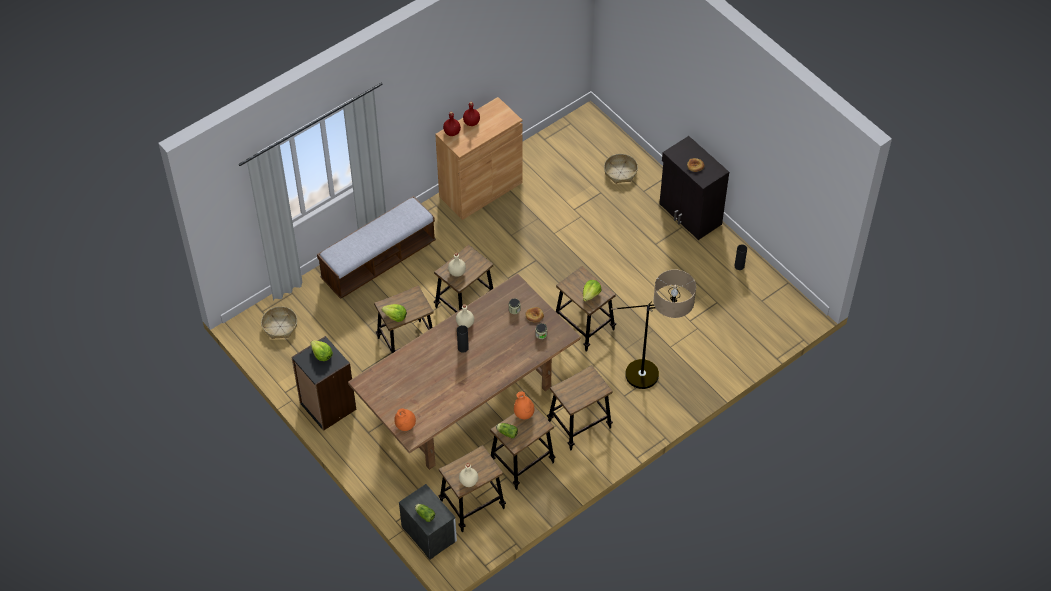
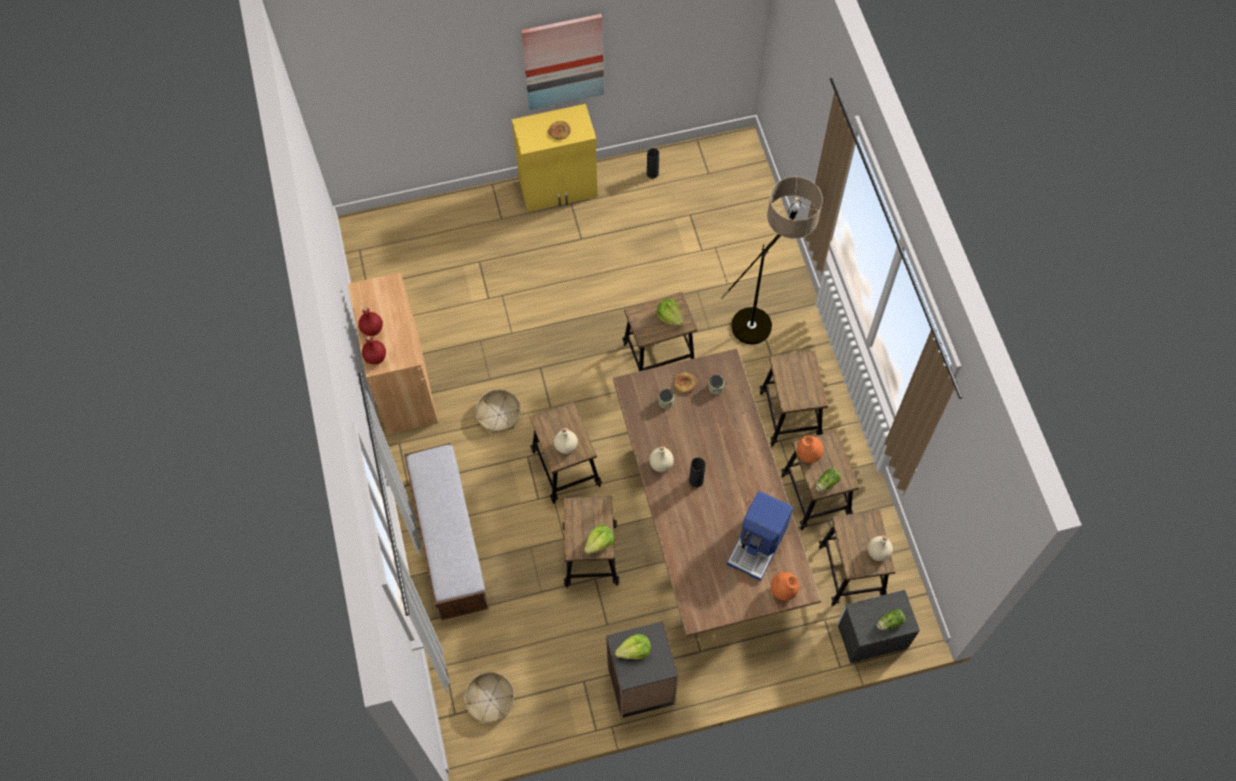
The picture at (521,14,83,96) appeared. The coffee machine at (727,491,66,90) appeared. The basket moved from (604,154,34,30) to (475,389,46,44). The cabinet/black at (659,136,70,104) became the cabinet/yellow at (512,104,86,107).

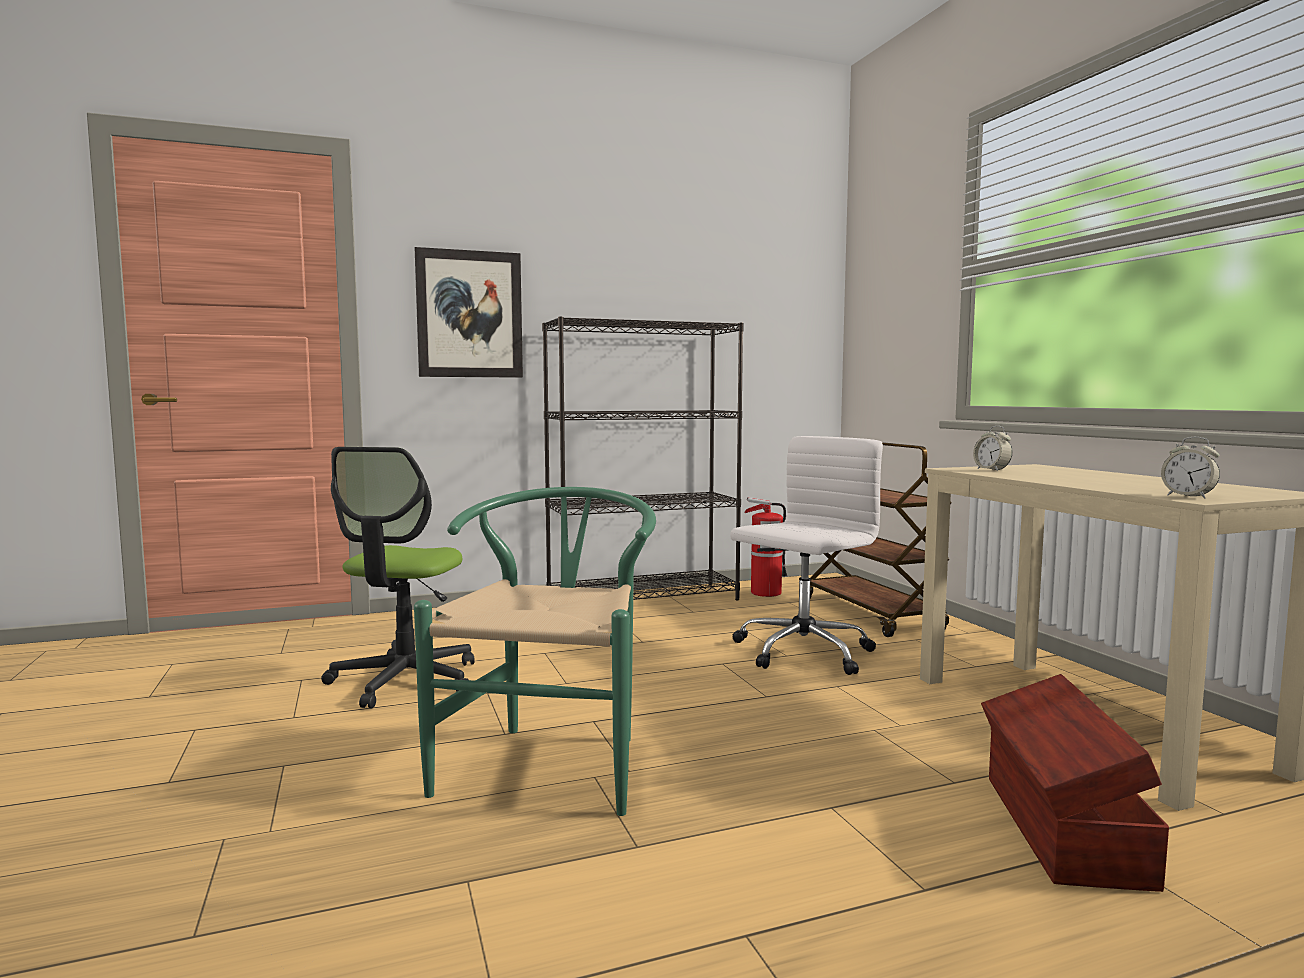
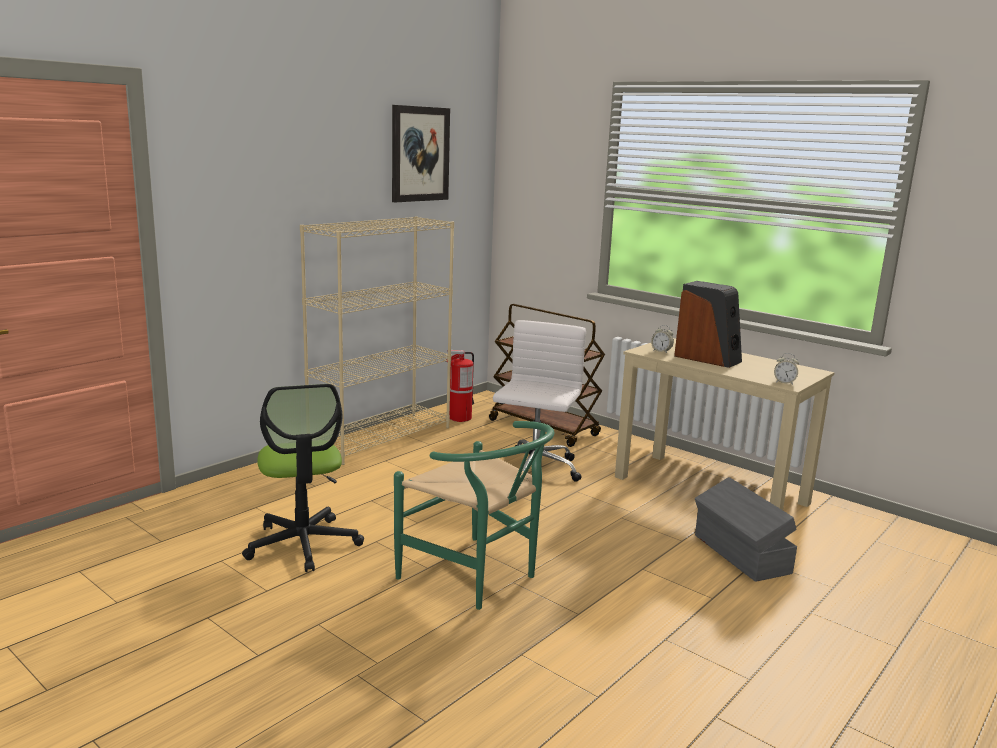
The speaker at (674,281,68,87) appeared. The picture moved from (415,247,108,131) to (392,105,58,97). The bookcase/black at (542,316,202,284) became the bookcase/beige at (300,216,154,249). The storage box/brown at (981,674,188,218) became the storage box/grey at (695,477,102,105). The chair/green at (414,487,242,329) turned 150 degrees clockwise.

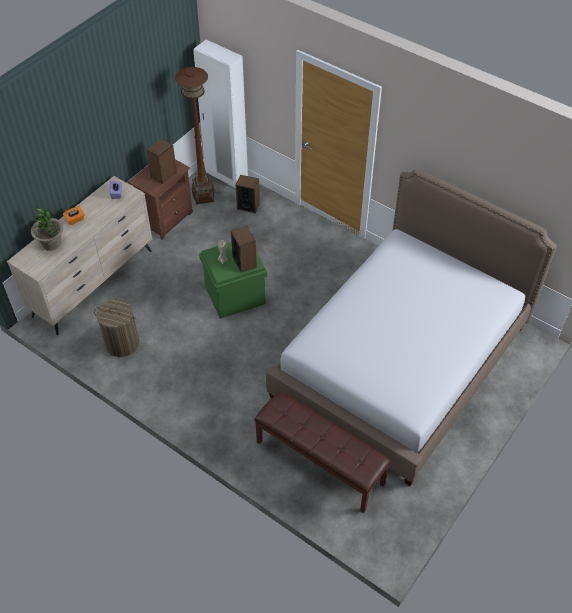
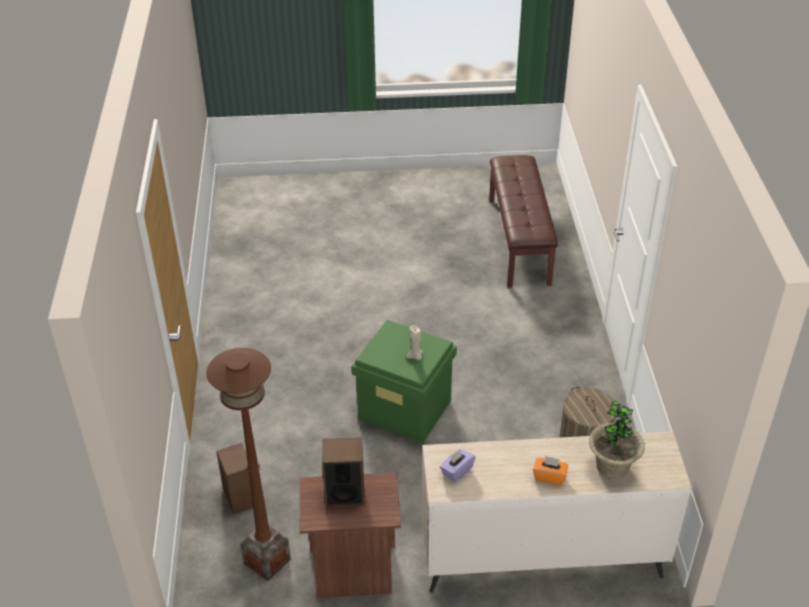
The wardrobe/white at (193,40,55,148) disappeared. The speaker at (231,226,26,46) disappeared. The bed at (266,168,291,318) disappeared.

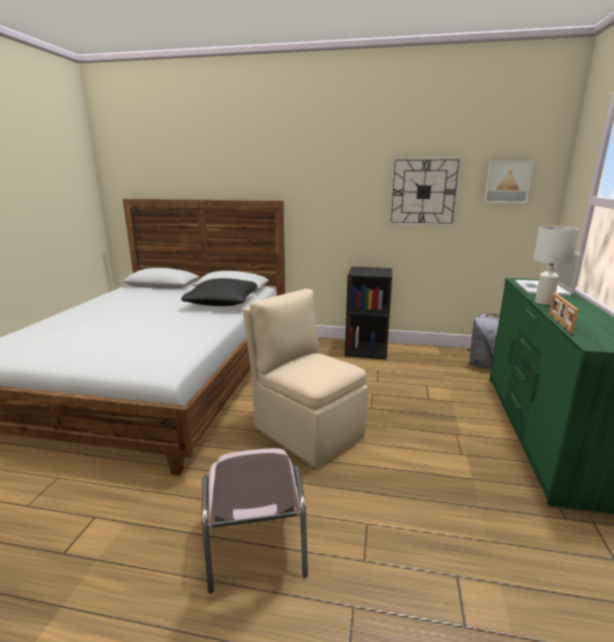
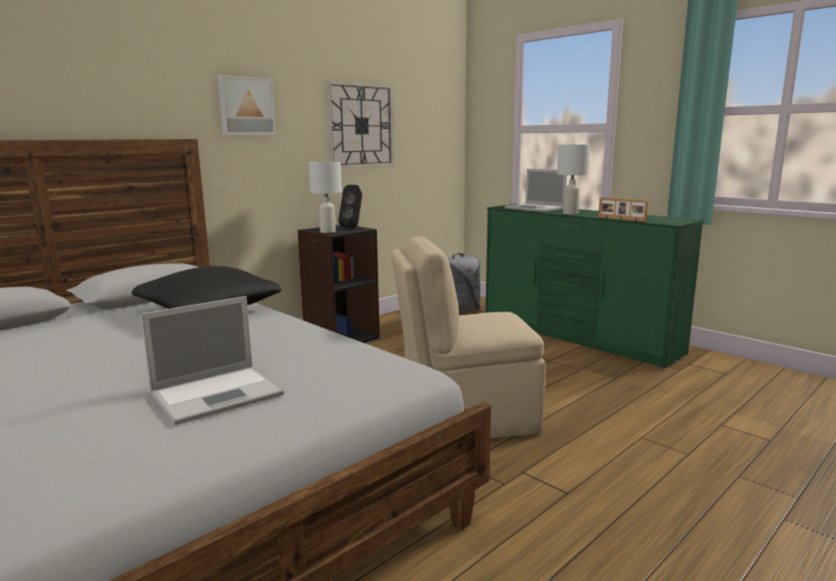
The chair/pink at (202,448,106,145) disappeared. The laptop at (140,296,144,129) appeared. The table lamp/white at (309,162,33,71) appeared. The speaker/black at (338,185,24,43) appeared. The picture moved from (484,161,50,42) to (217,75,59,60).

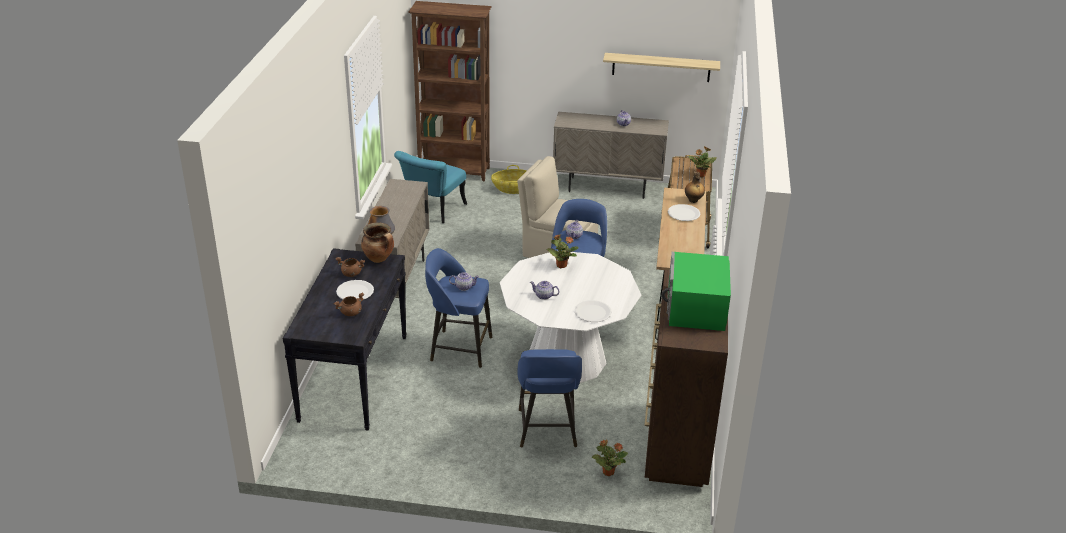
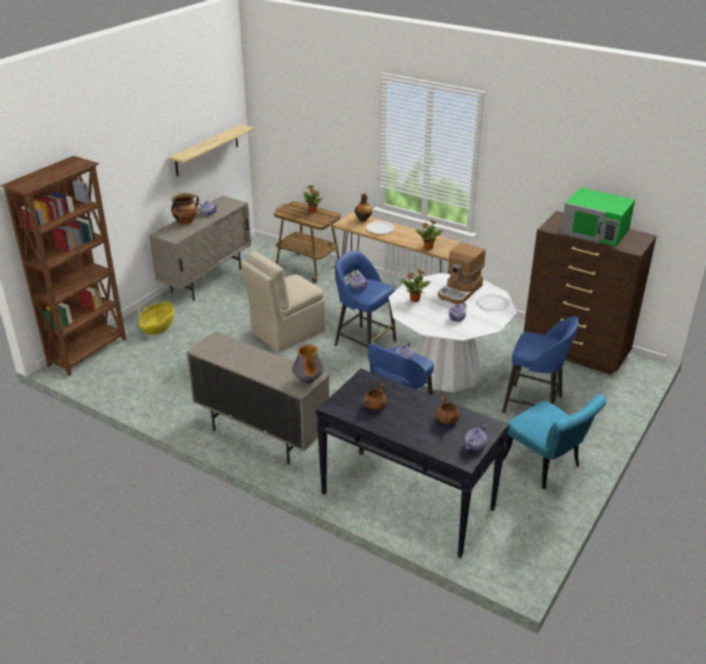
The plate/white at (336,280,38,20) disappeared. The coffee machine at (438,242,48,62) appeared. The teapot at (465,425,22,25) appeared. The cooking pot moved from (361,223,33,40) to (171,193,28,32). The chair/turquoise moved from (394,151,73,72) to (503,394,103,95). The potted plant moved from (592,440,36,36) to (415,219,28,31).

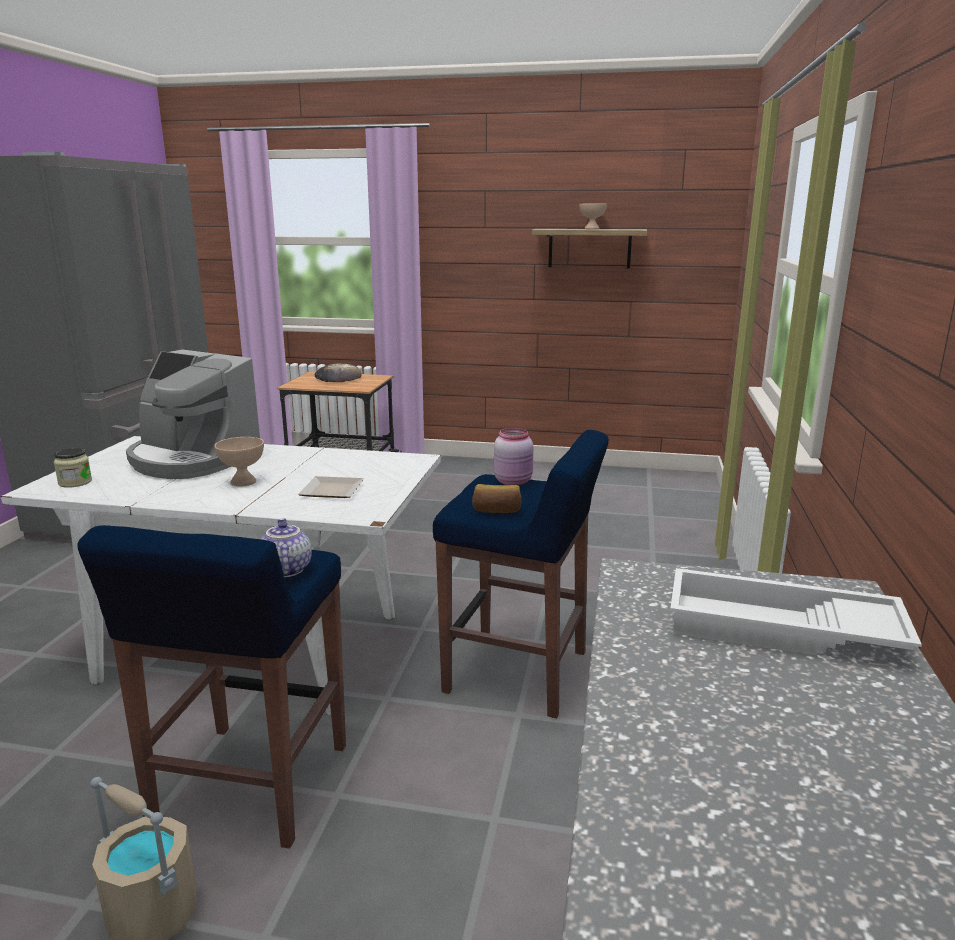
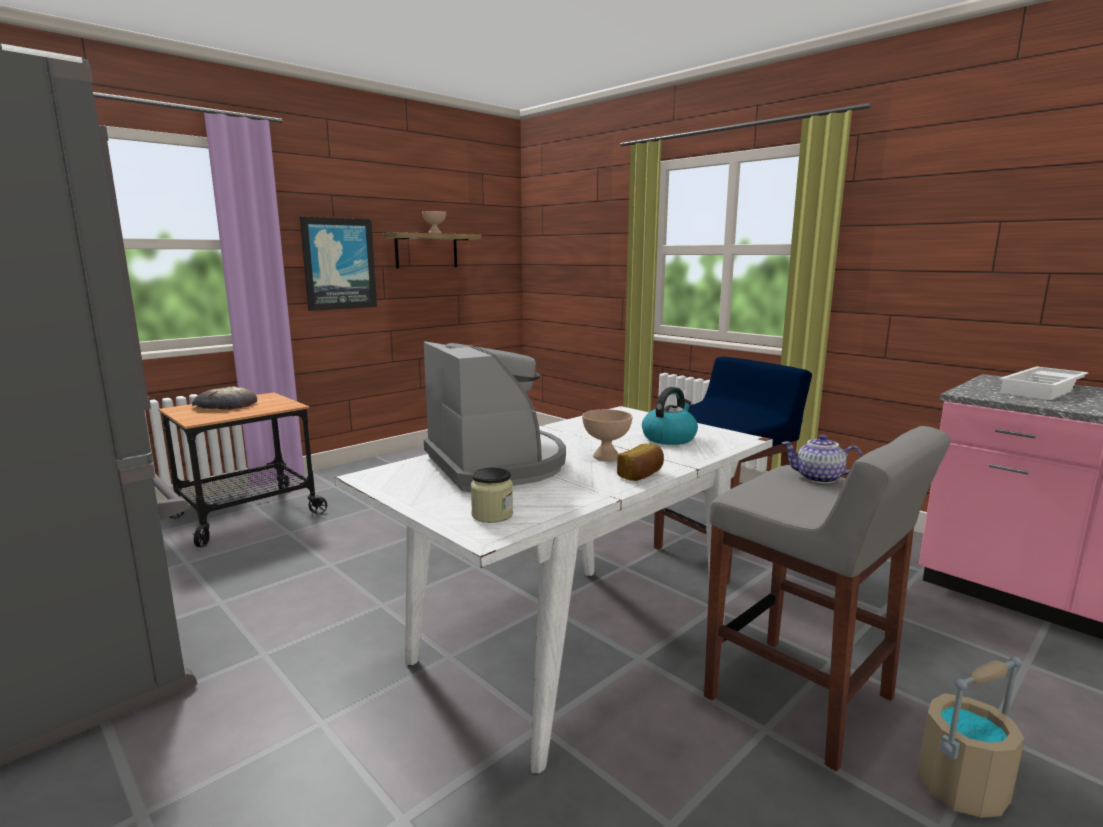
The jar/pink at (494,428,39,58) disappeared. The picture at (300,217,77,94) appeared. The bread moved from (472,484,50,29) to (617,444,47,37). The plate at (298,476,66,22) was replaced by the kettle at (642,387,56,58). The stool/blue at (77,525,269,324) became the stool/grey at (704,426,246,345). The coffee machine at (126,350,134,129) turned 90 degrees counterclockwise.

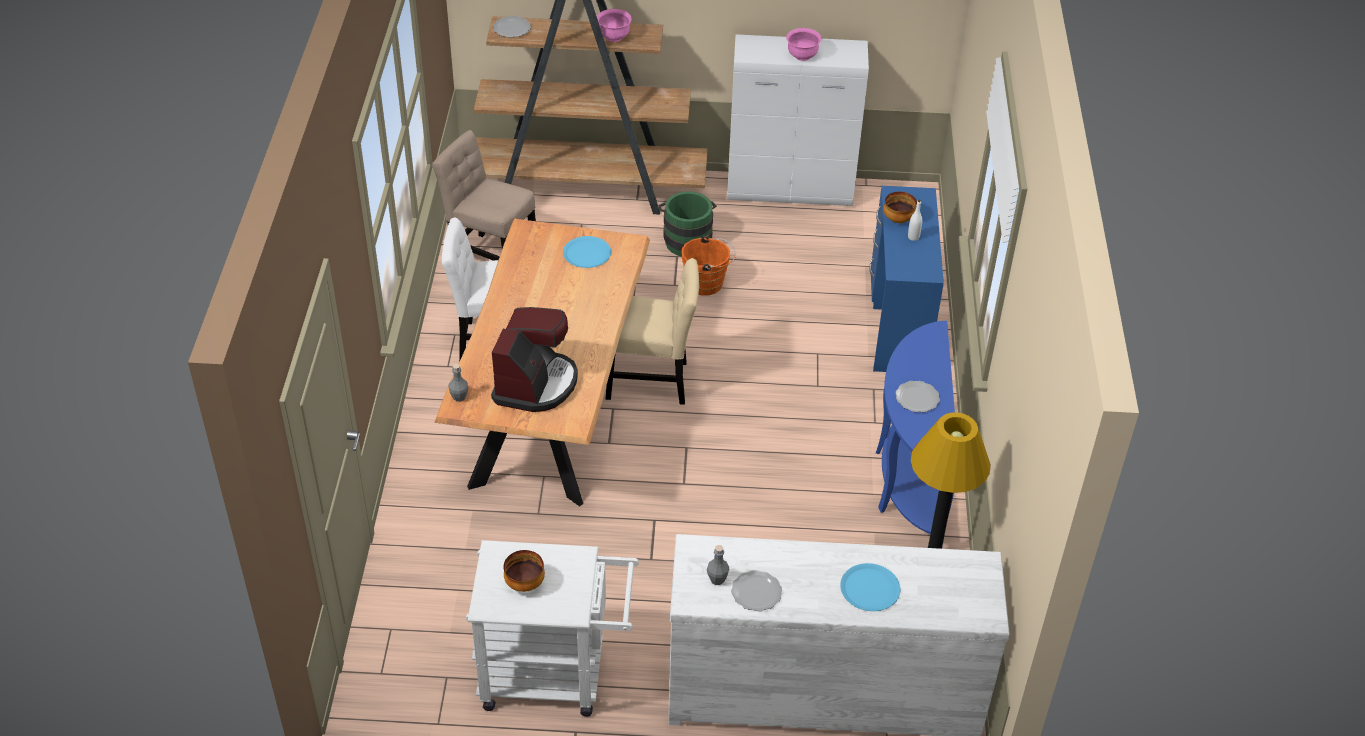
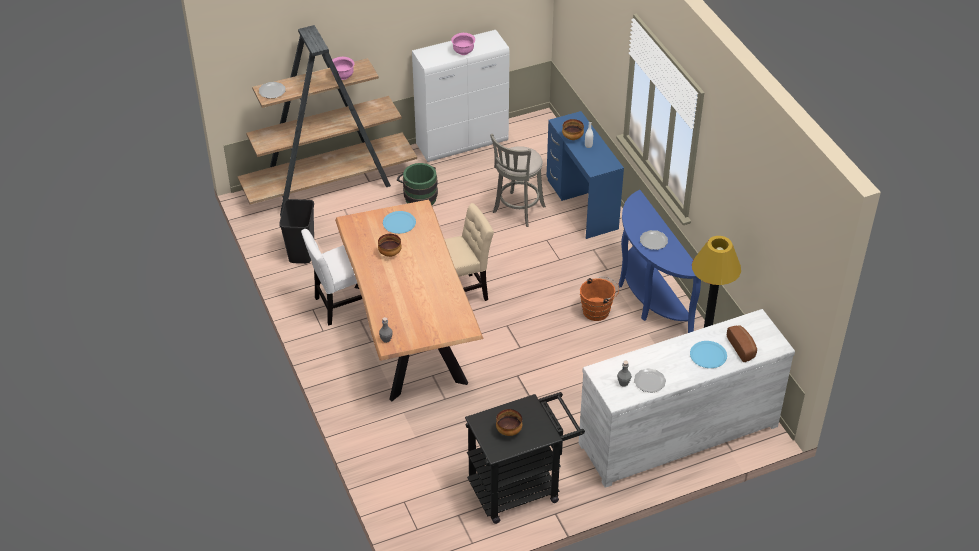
The coffee machine at (491,307,87,105) disappeared. The bowl at (378,234,24,23) appeared. The stool/grey at (490,134,56,93) appeared. The bread at (727,325,30,37) appeared. The bucket/orange moved from (682,235,54,60) to (580,277,39,44). The chair/beige at (432,130,104,131) was replaced by the trash can/black at (279,199,35,65). The cart/white at (466,540,173,177) became the cart/black at (465,392,120,132).

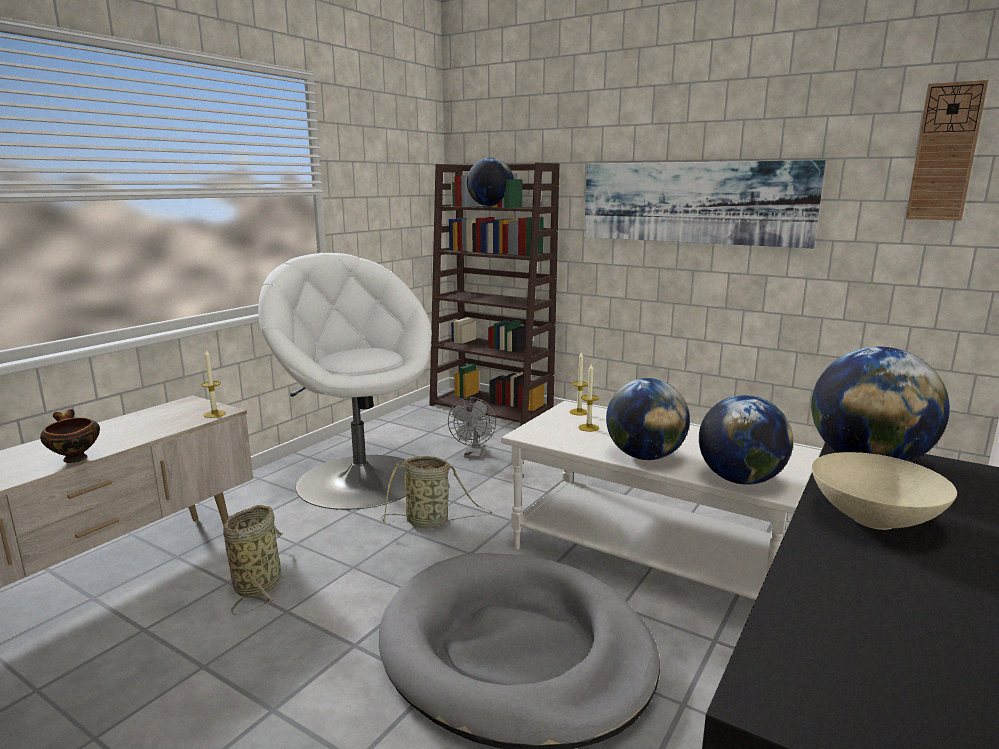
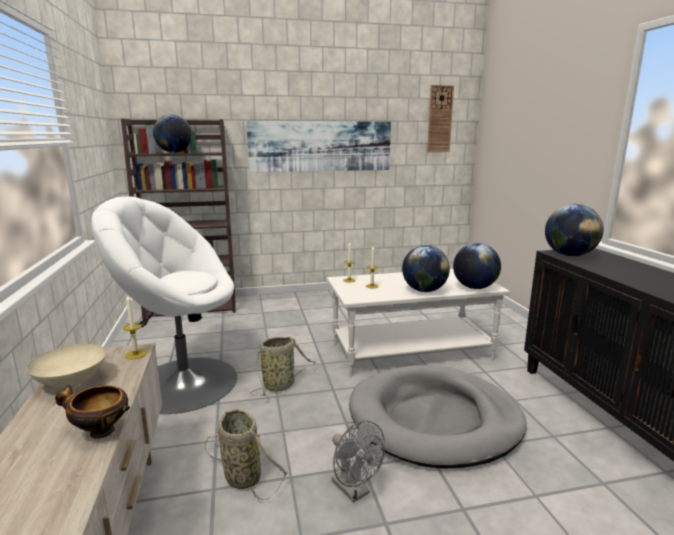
The fan/grey moved from (448,397,48,62) to (331,421,54,81). The bowl/beige moved from (812,452,145,78) to (26,344,80,44).

